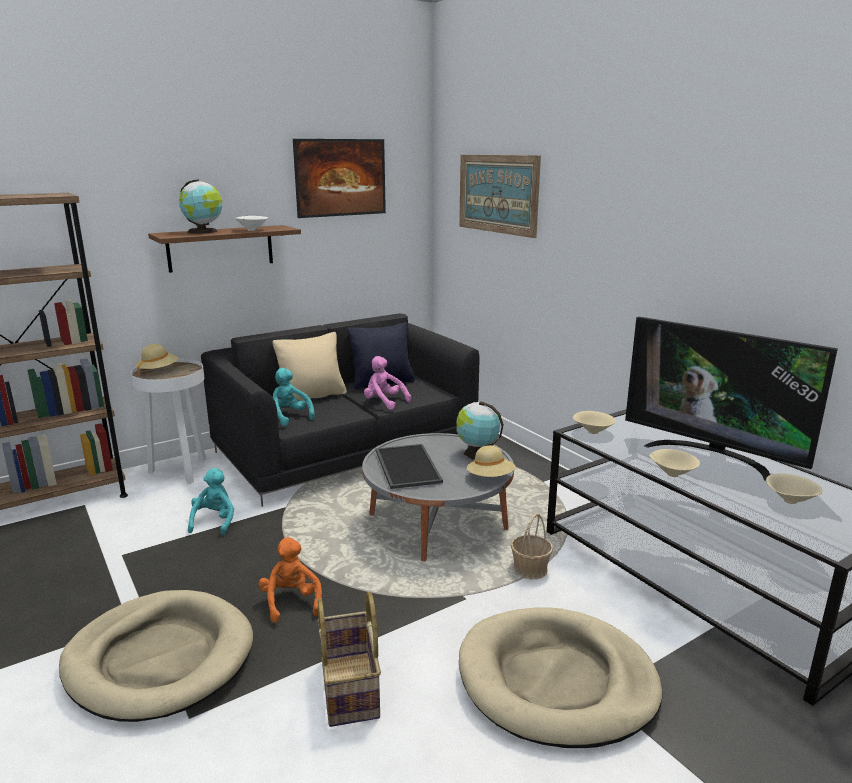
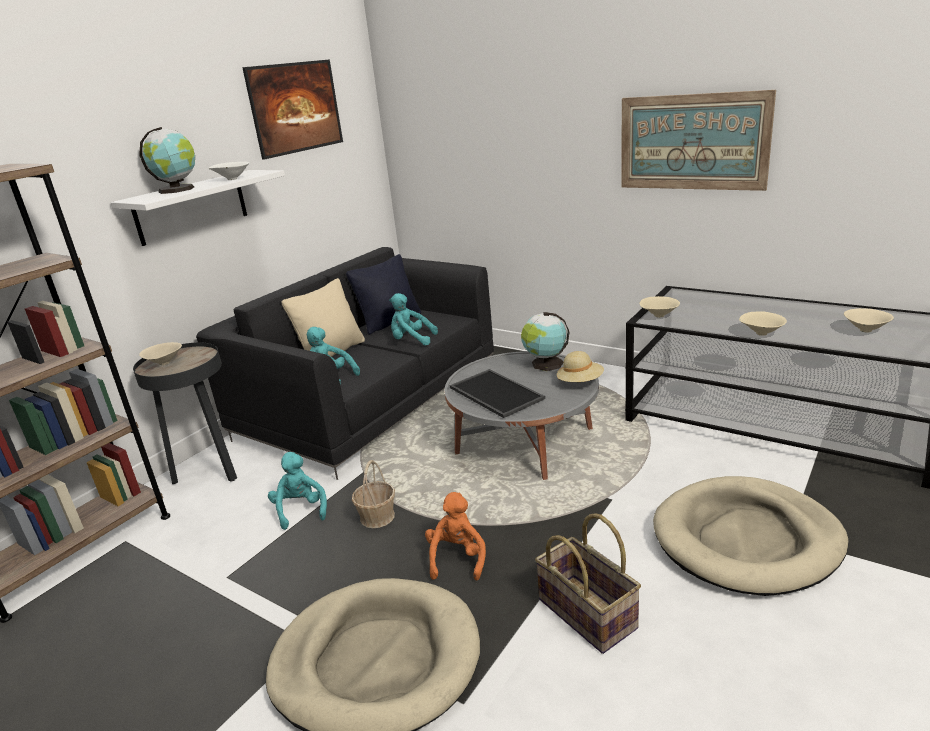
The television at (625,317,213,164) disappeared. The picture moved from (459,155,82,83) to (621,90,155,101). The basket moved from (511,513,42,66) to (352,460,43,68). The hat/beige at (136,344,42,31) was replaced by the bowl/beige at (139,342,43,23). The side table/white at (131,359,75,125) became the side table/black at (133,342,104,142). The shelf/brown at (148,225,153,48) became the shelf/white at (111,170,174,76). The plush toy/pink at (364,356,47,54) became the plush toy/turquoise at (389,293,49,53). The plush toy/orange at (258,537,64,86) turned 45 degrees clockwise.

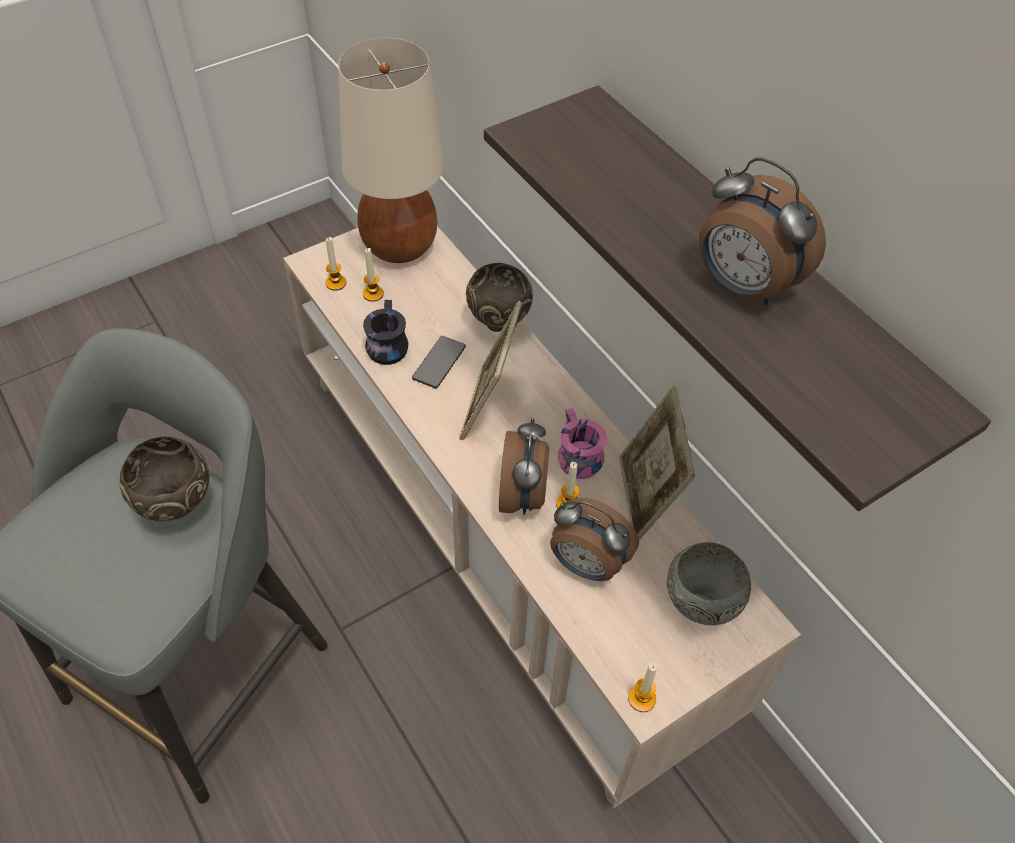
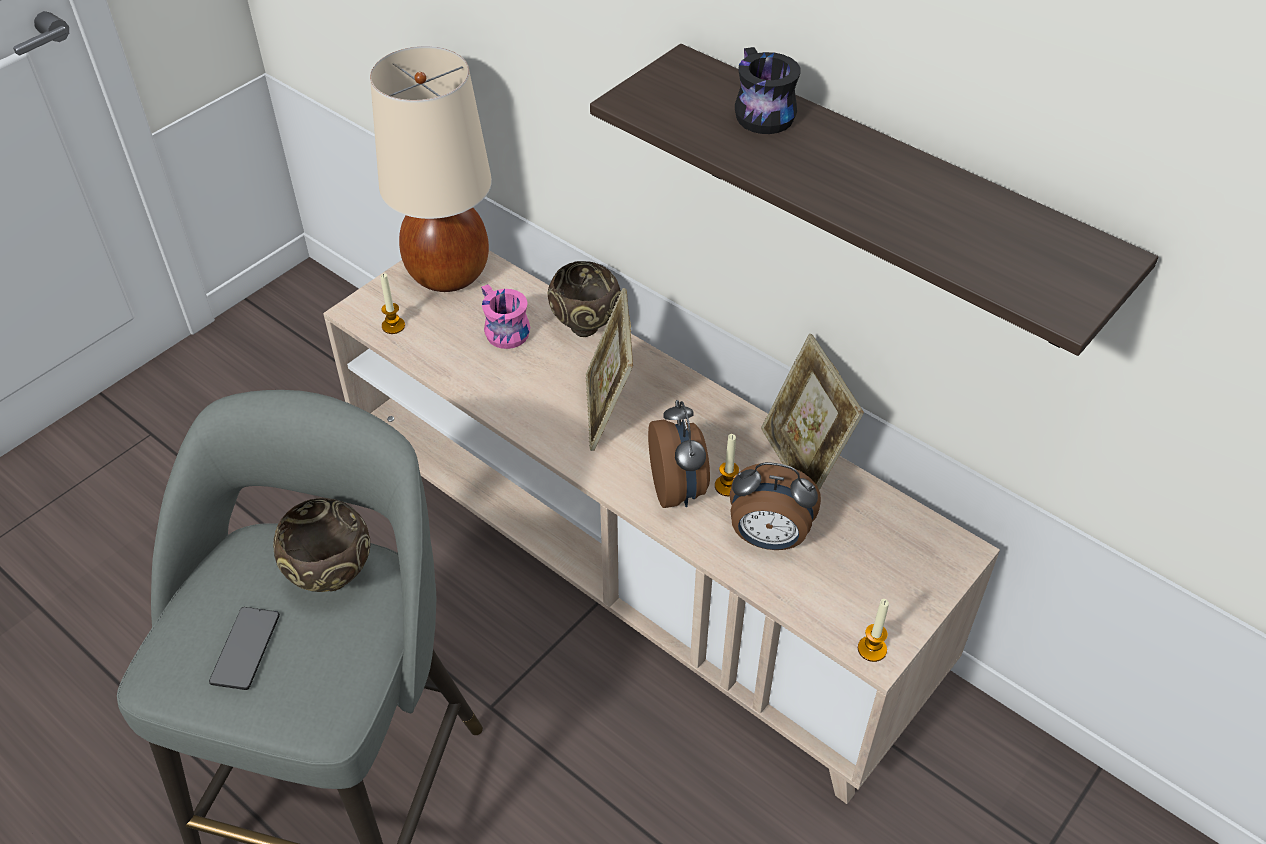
The candle at (363,248,21,54) disappeared. The bowl/grey at (667,542,84,83) disappeared. The alarm clock at (699,157,127,148) disappeared. The mug/black moved from (363,300,46,65) to (735,47,66,87). The phone moved from (412,336,54,52) to (209,607,71,83). The mug/pink moved from (558,408,49,71) to (481,284,49,65).

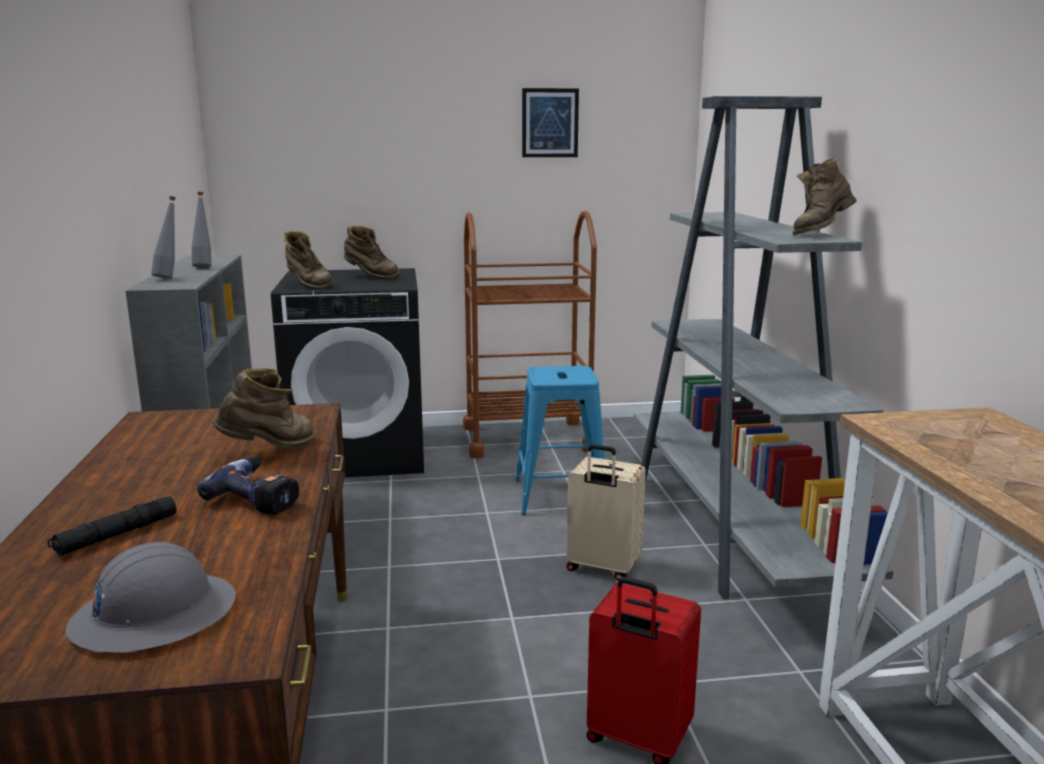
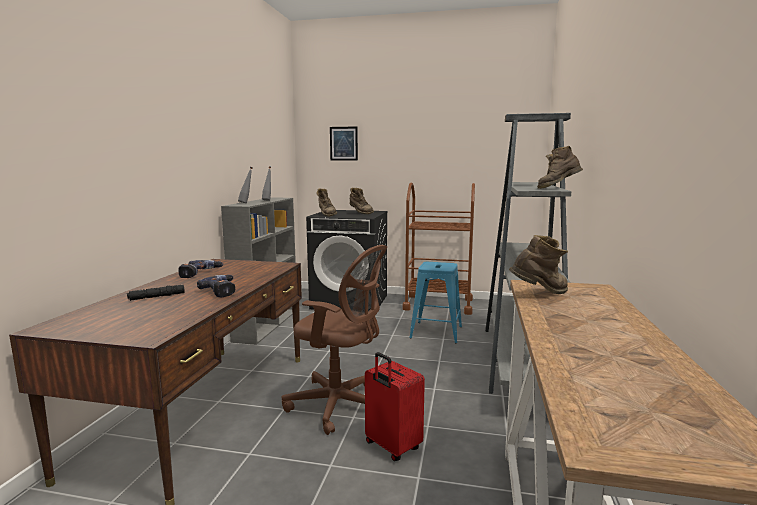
The hard hat/grey at (66,542,170,111) disappeared. The suitcase/beige at (567,444,79,137) disappeared. The power drill at (178,260,45,18) appeared. The office chair/brown at (282,245,105,190) appeared. The boot/brown moved from (212,368,103,80) to (509,235,59,59). The picture moved from (522,88,57,69) to (330,126,28,35).

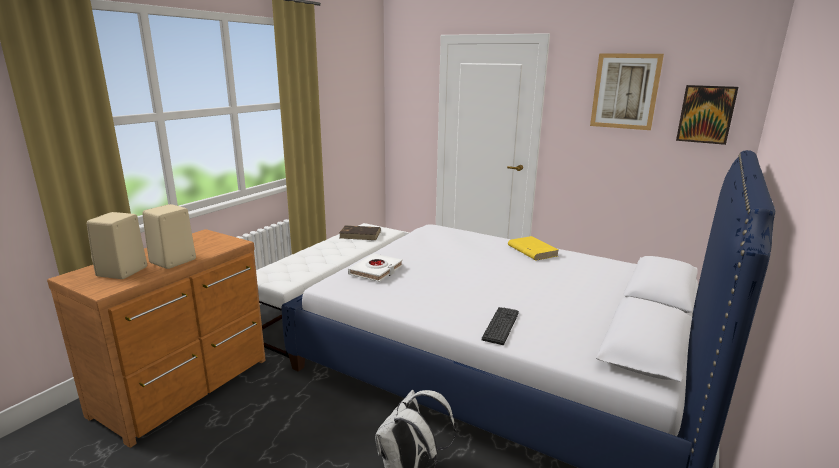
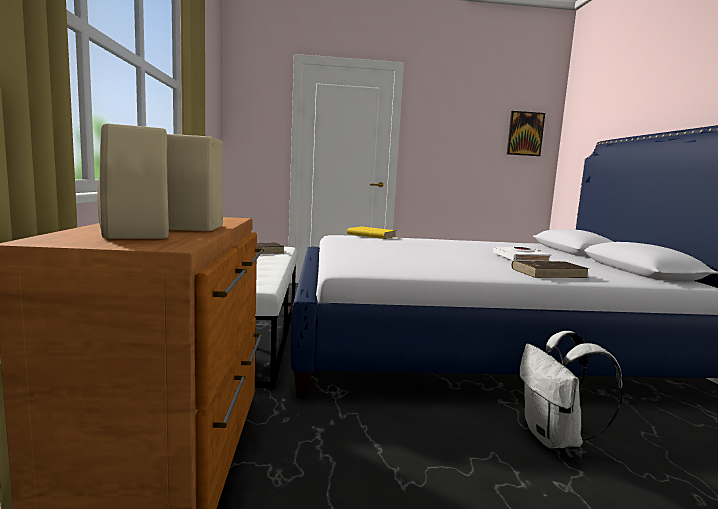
The picture at (590,53,74,77) disappeared. The book/white moved from (348,253,55,29) to (493,246,58,15). The book/yellow moved from (508,236,51,24) to (347,226,50,13). The keyboard at (482,307,37,38) was replaced by the book/brown at (512,261,78,17).

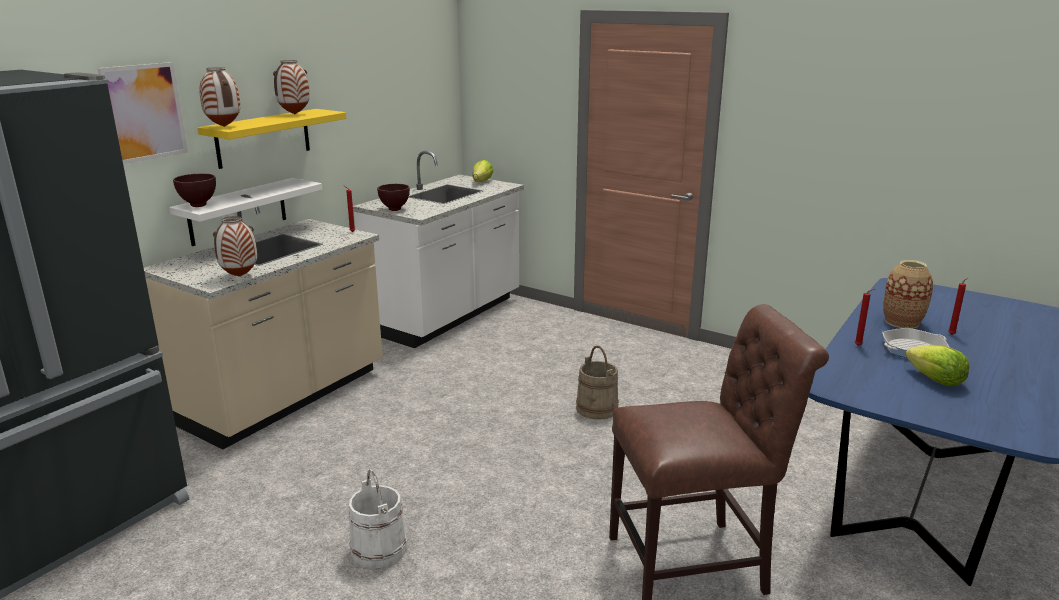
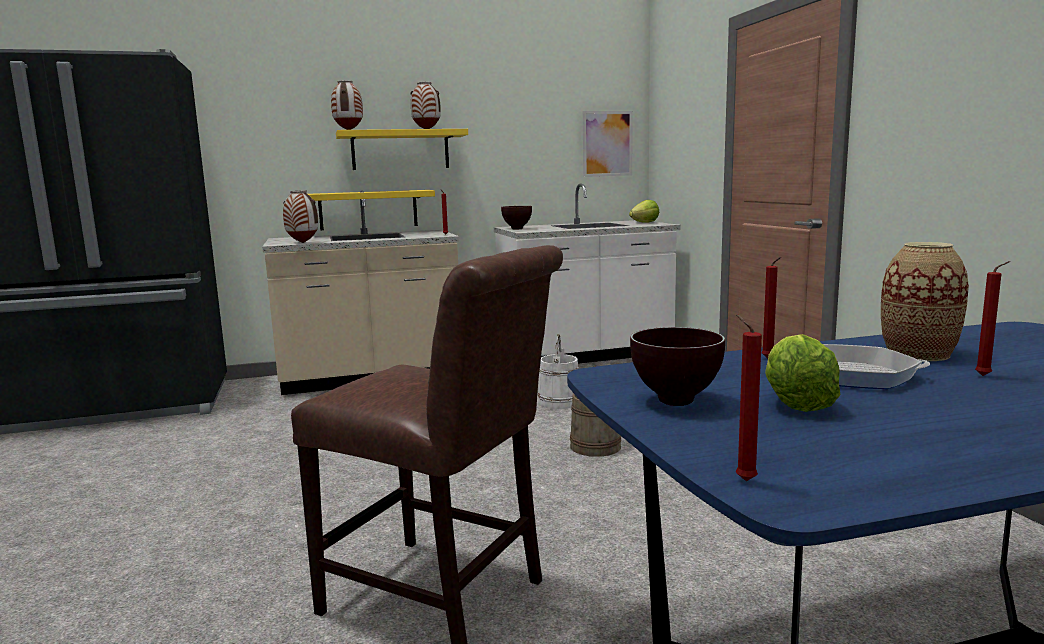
The candle/red at (736,314,26,167) appeared. The picture moved from (98,62,90,102) to (583,111,50,66). The bowl/brown moved from (173,174,43,33) to (630,327,95,79). The bucket/white moved from (349,469,58,99) to (538,334,41,75). The shelf/white at (169,178,153,68) became the shelf/yellow at (308,190,127,40).

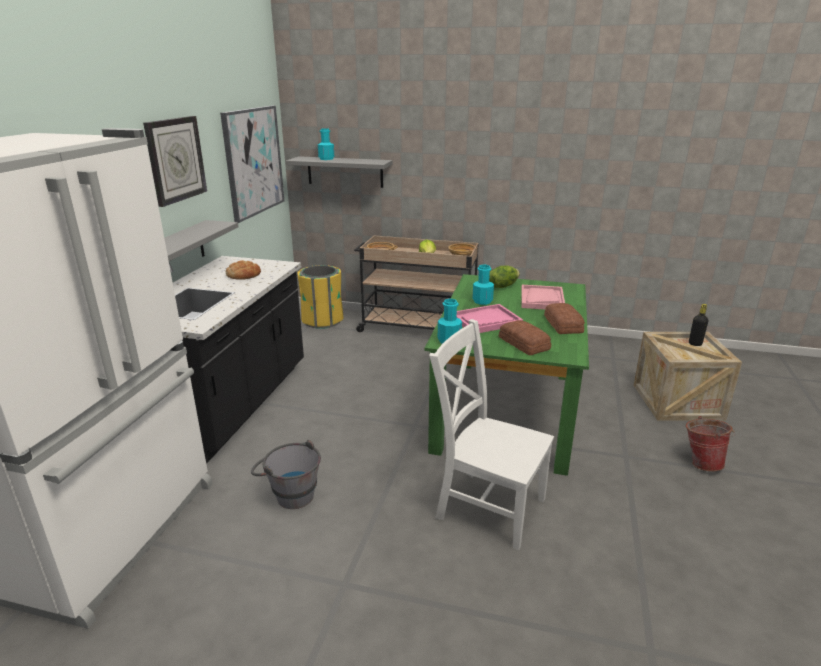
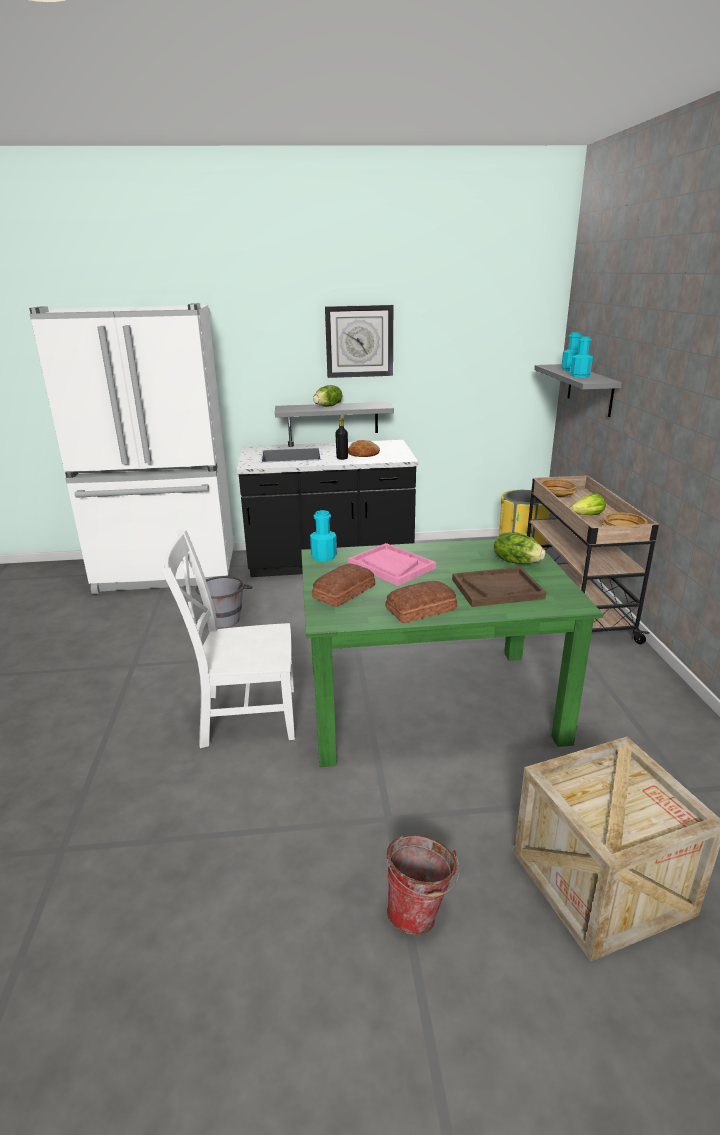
The picture at (220,106,64,117) disappeared. The lettuce at (313,385,29,22) appeared. The bottle/turquoise moved from (472,265,22,40) to (570,336,23,41). The bottle/black moved from (689,304,19,42) to (335,416,13,44). The tray/pink at (521,285,44,25) became the tray/brown at (452,567,94,40). The chair/white at (429,319,125,231) turned 105 degrees counterclockwise.

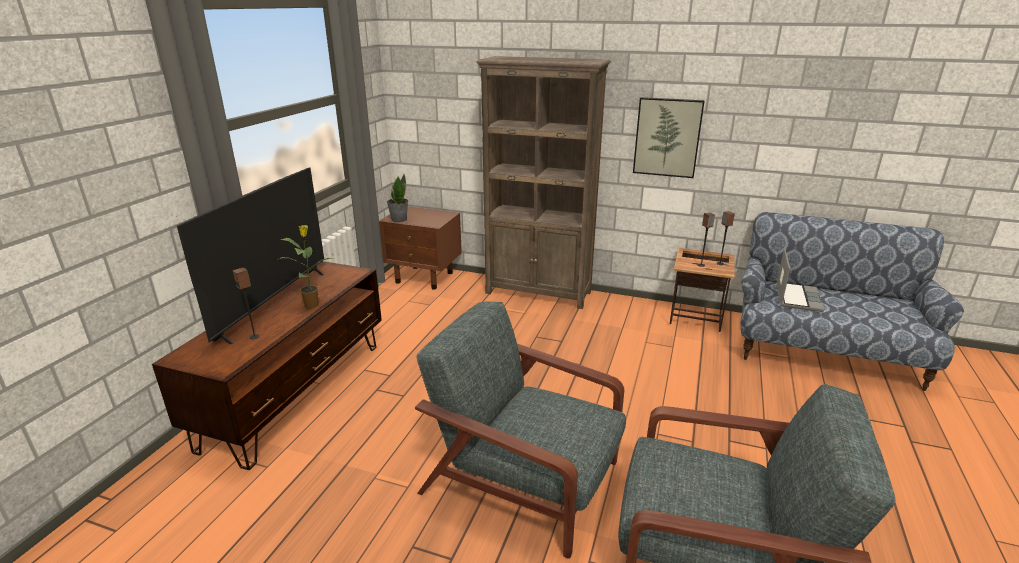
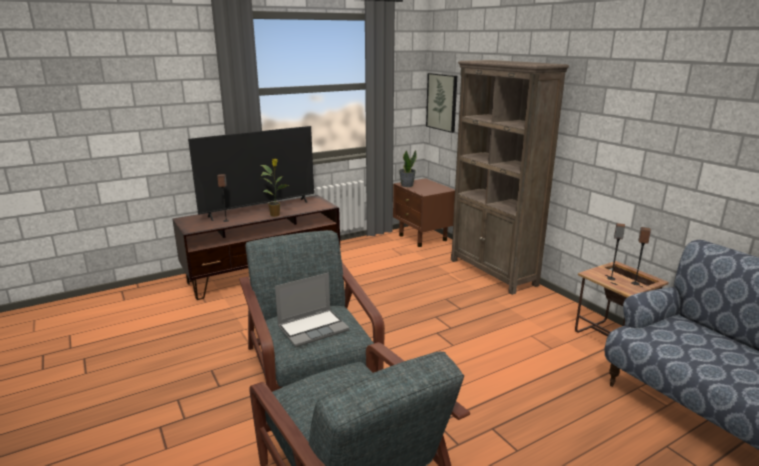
The picture moved from (633,97,72,81) to (426,73,31,60). The laptop moved from (776,249,48,63) to (275,273,74,74).

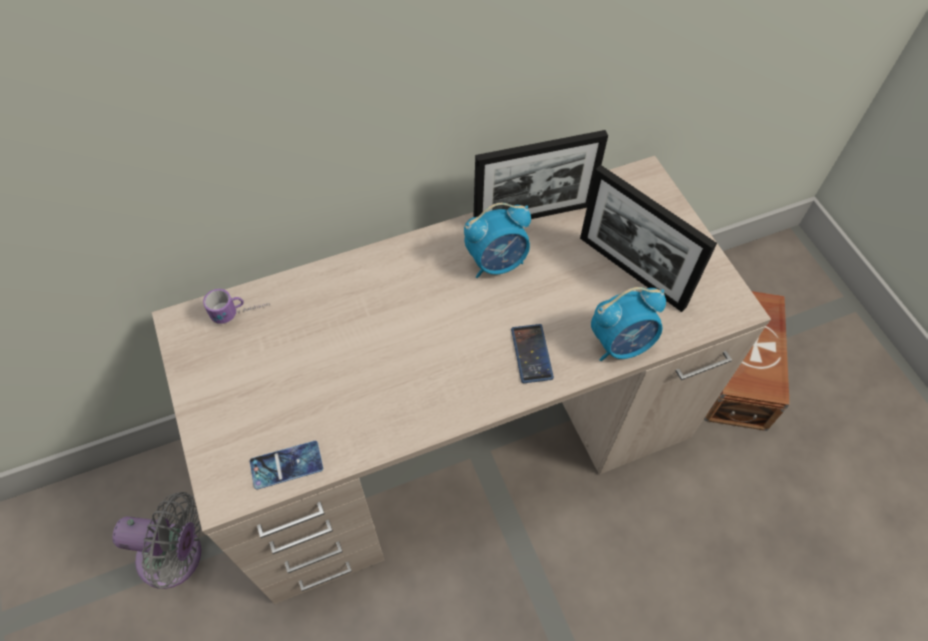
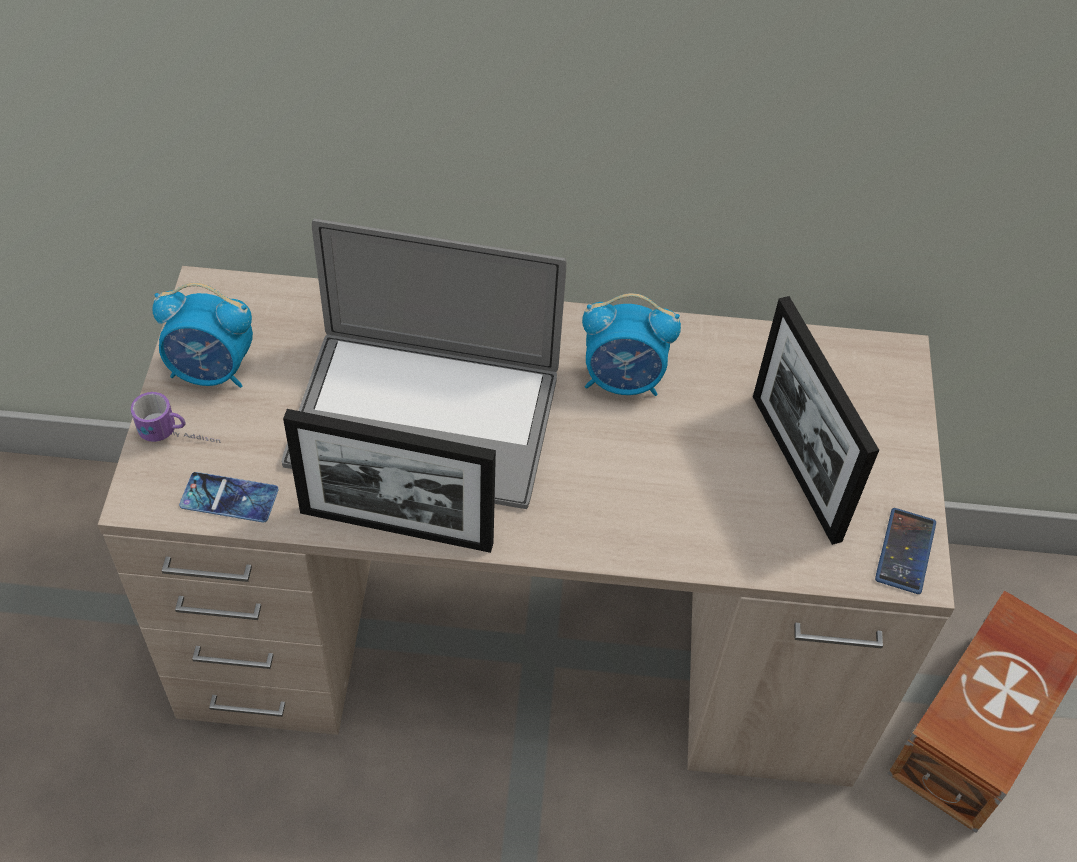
The fan/grey at (112,492,89,97) disappeared. The laptop at (282,218,285,291) appeared. The mug moved from (203,289,67,35) to (131,392,90,51). The picture frame moved from (473,130,135,89) to (283,409,213,144). The phone moved from (511,324,43,59) to (875,508,61,86). The alarm clock moved from (591,287,75,74) to (152,283,101,105).

